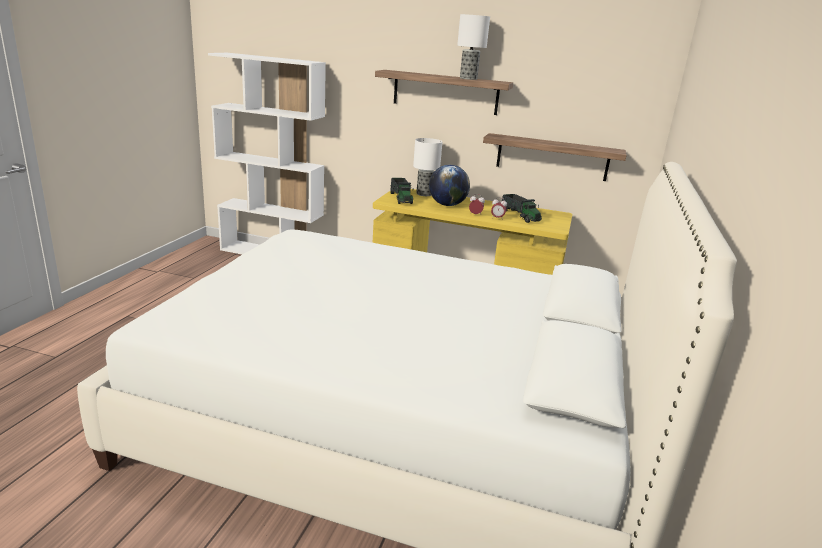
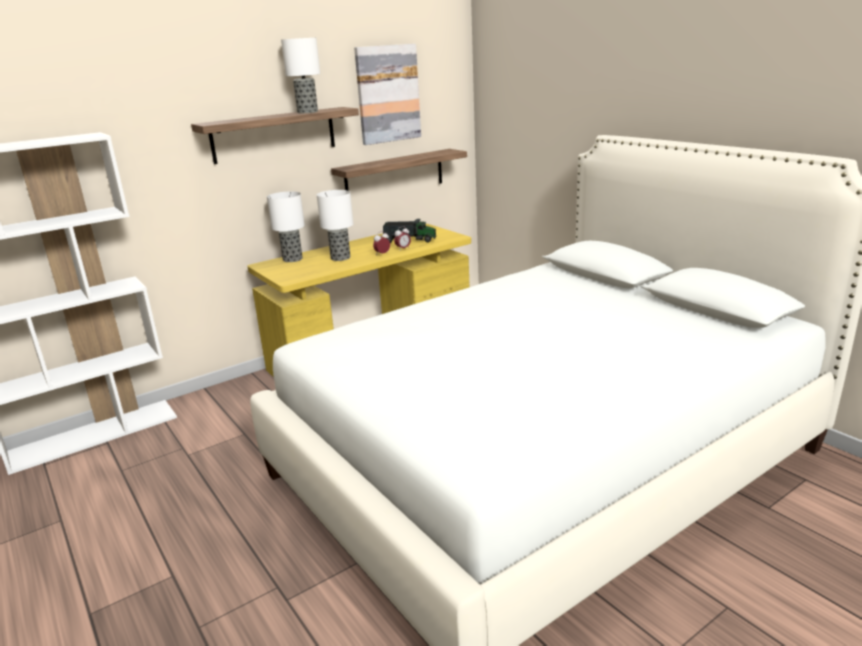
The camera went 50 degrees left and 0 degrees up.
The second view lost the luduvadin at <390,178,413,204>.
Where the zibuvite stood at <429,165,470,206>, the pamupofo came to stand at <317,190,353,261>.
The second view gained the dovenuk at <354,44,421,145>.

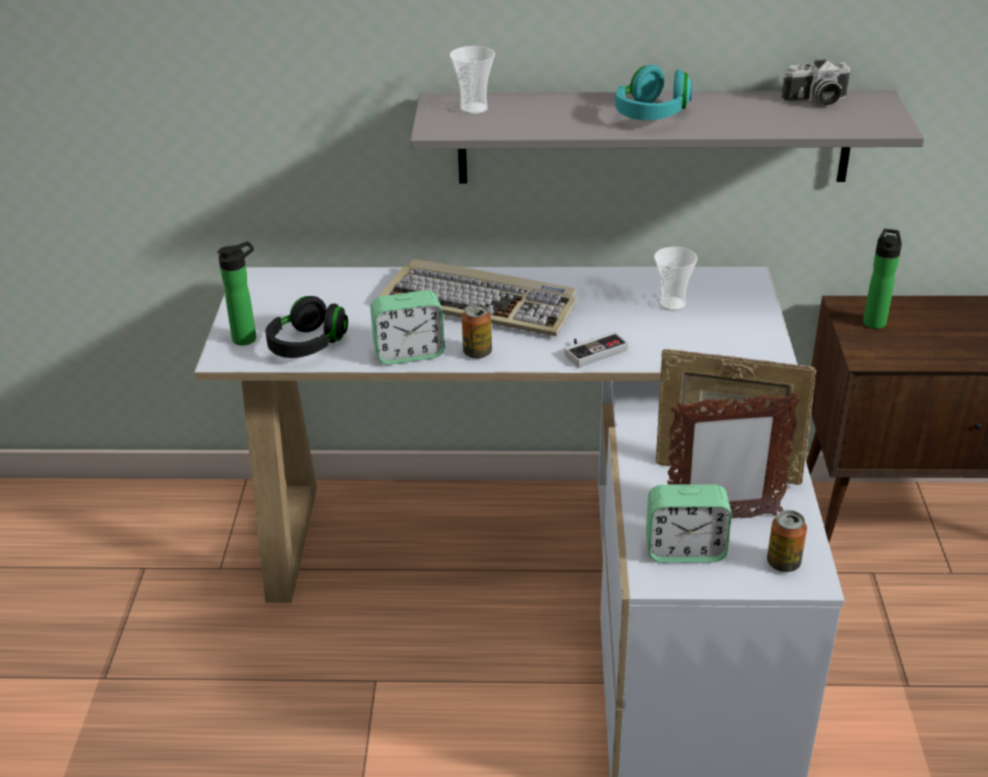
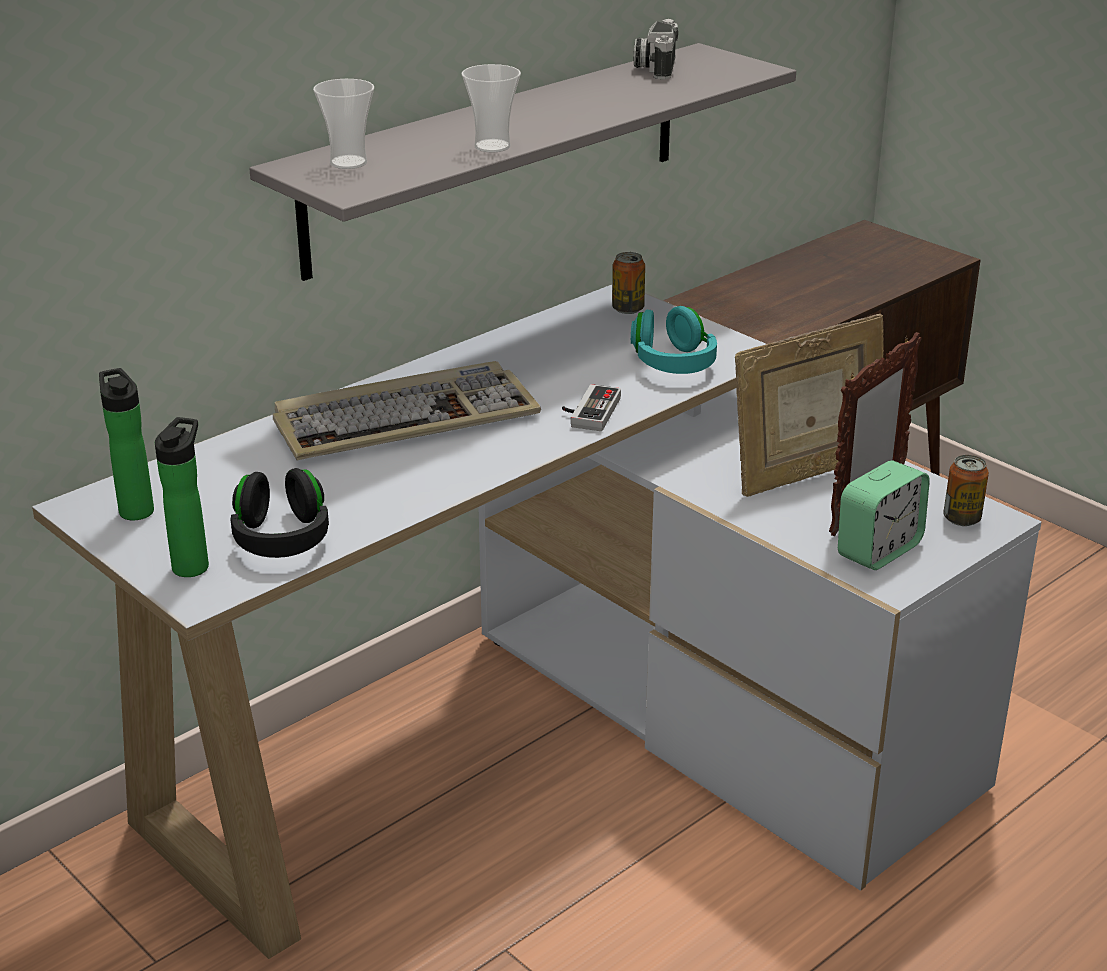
The camera went 45 degrees left and 5 degrees down.
The second view lost the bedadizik at <370,290,445,365>.
The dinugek ended up elsewhere, having gone from <462,304,492,359> to <612,252,645,314>.
The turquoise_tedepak ended up elsewhere, having gone from <615,65,692,120> to <631,306,717,374>.
The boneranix ended up elsewhere, having gone from <654,247,697,311> to <462,64,521,153>.
The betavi at <781,59,850,105> ended up facing another way, 150 degrees clockwise from before.
The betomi ended up elsewhere, having gone from <863,229,902,329> to <99,368,154,520>.

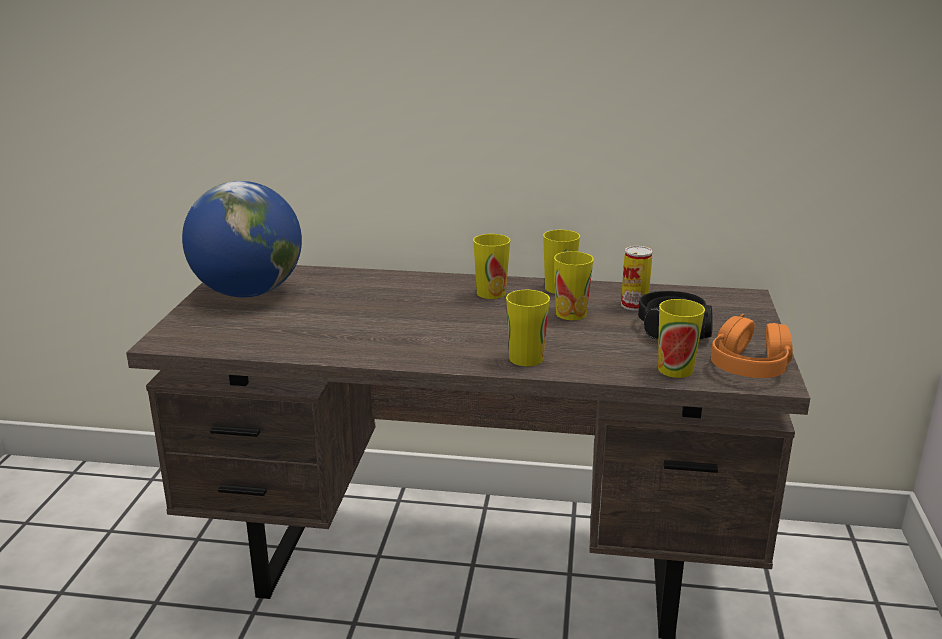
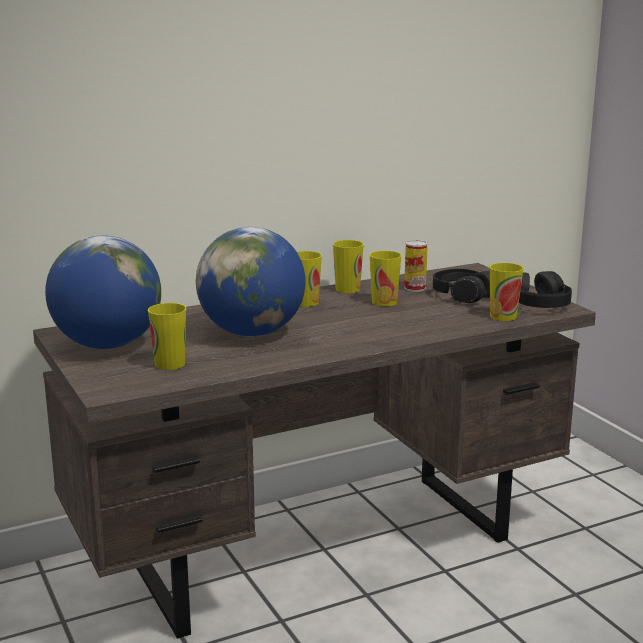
The camera went 35 degrees left and 5 degrees down.
The boneranix ended up elsewhere, having gone from <506,290,550,366> to <148,303,186,370>.
What was the orange_tedepak at <711,314,793,378> turned into the black_tedepak at <519,271,572,308>.
The second view gained the zibuvite at <196,227,306,336>.

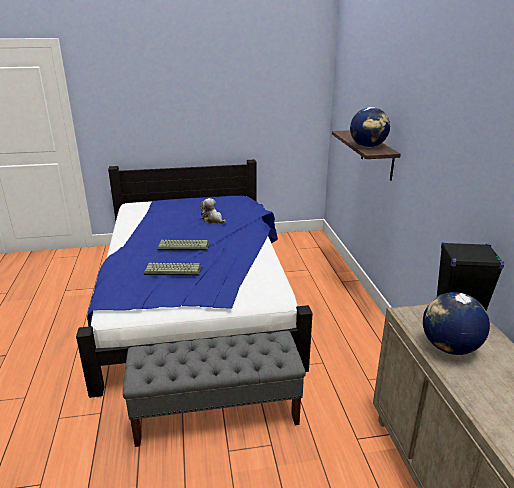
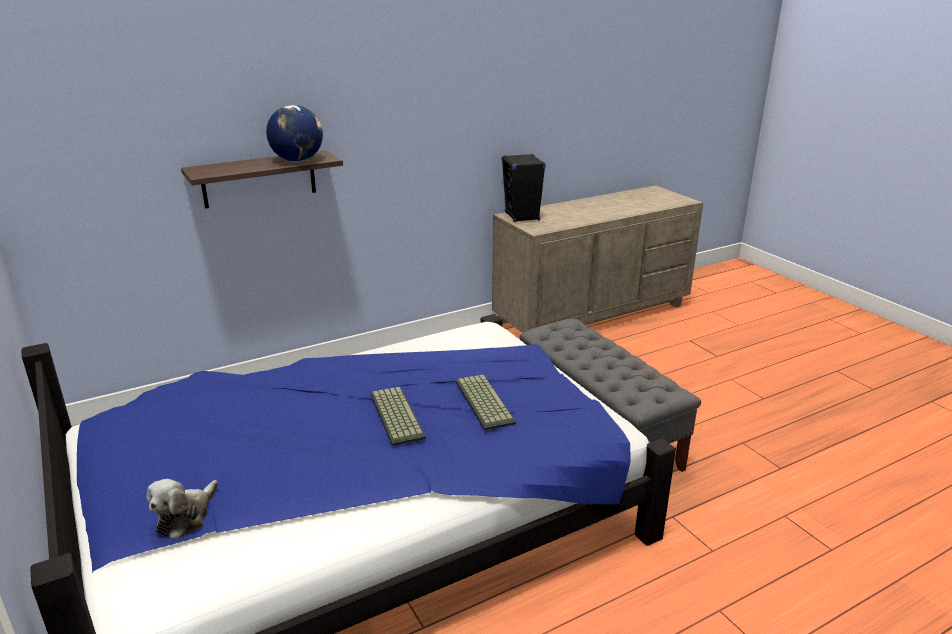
The camera went 110 degrees left and 0 degrees up.
The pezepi ended up elsewhere, having gone from <200,198,226,224> to <146,479,218,540>.
The second view lost the zibuvite at <423,292,490,355>.

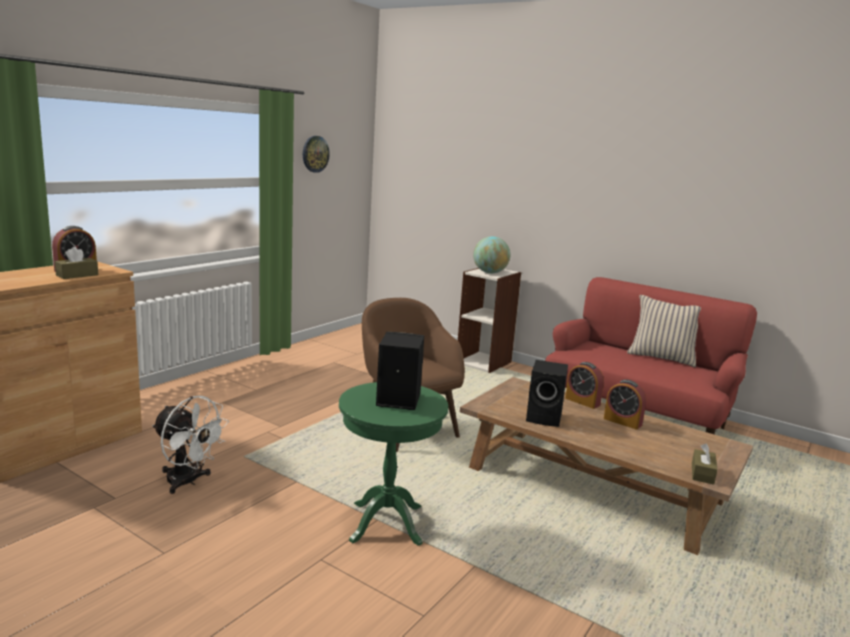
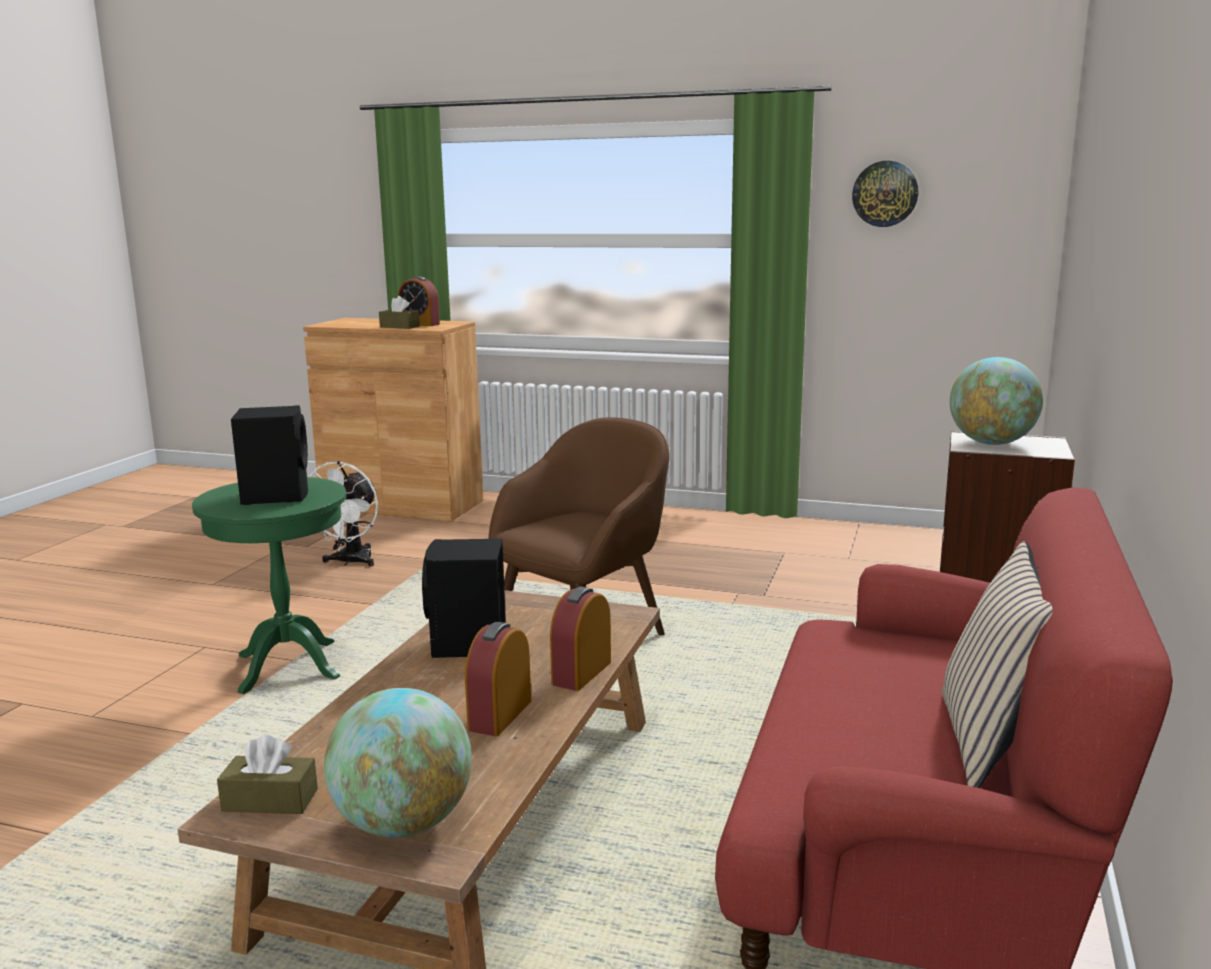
The camera went 75 degrees right and 0 degrees up.
The second view gained the zibuvite at <324,688,472,838>.

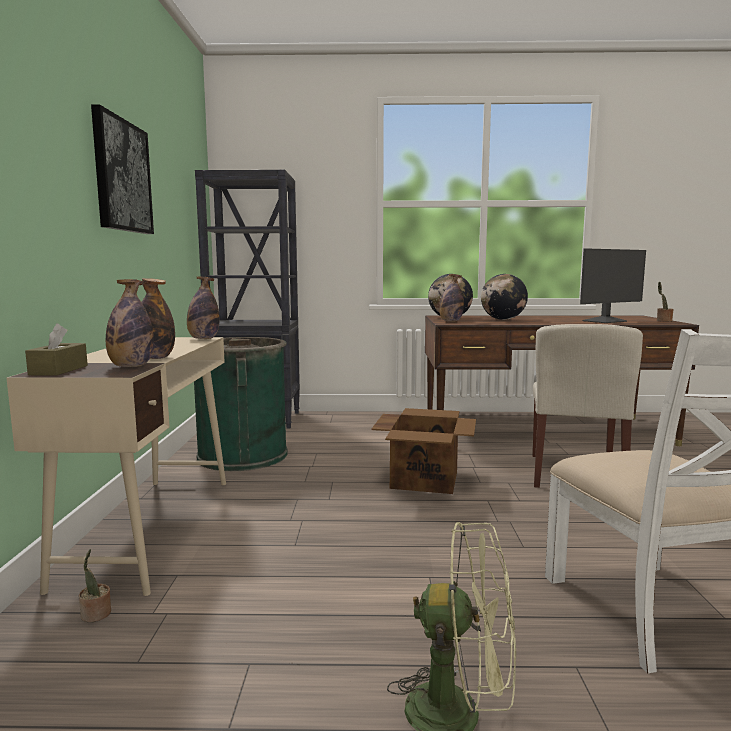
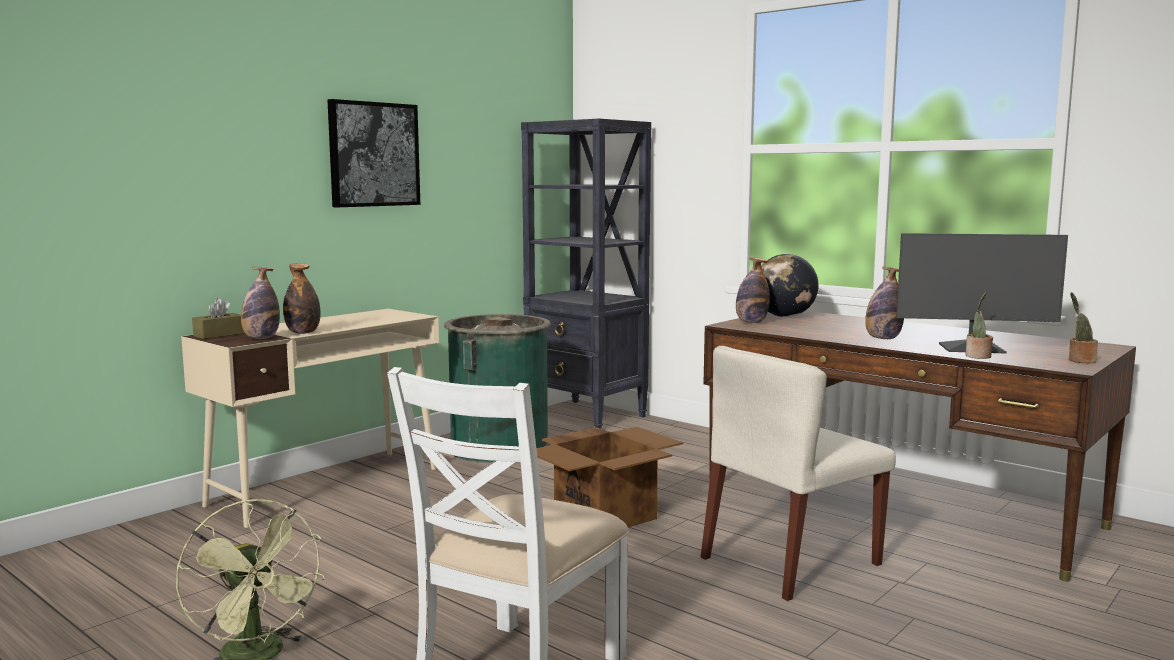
The camera went 40 degrees right and 0 degrees up.
The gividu ended up elsewhere, having gone from <79,549,111,622> to <965,292,993,359>.
The betomi ended up elsewhere, having gone from <187,276,219,339> to <865,267,904,339>.
The second view lost the zibuvite at <481,274,528,320>.

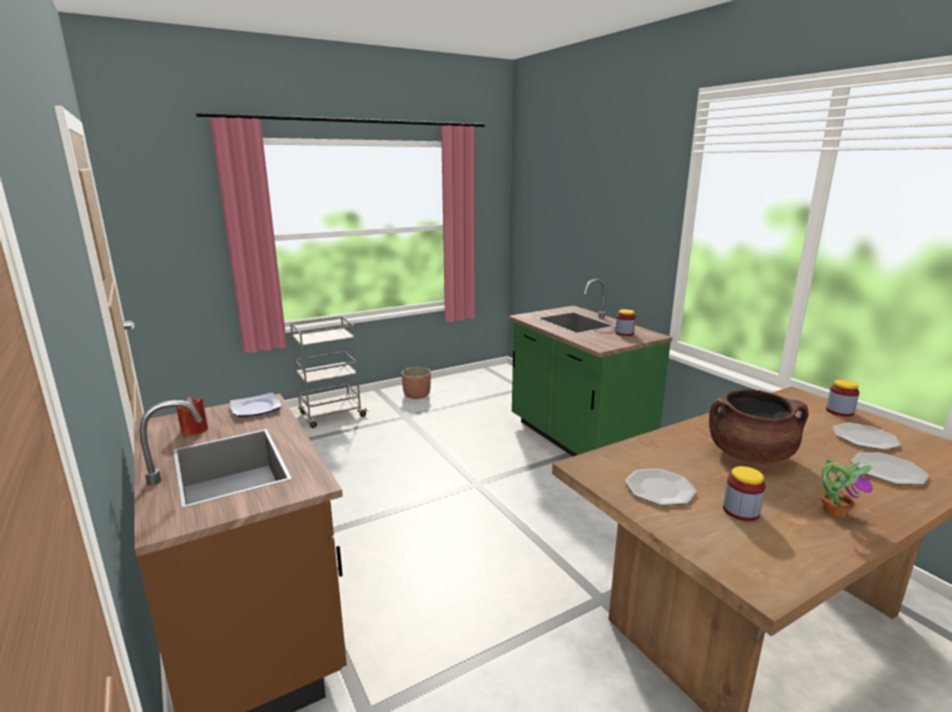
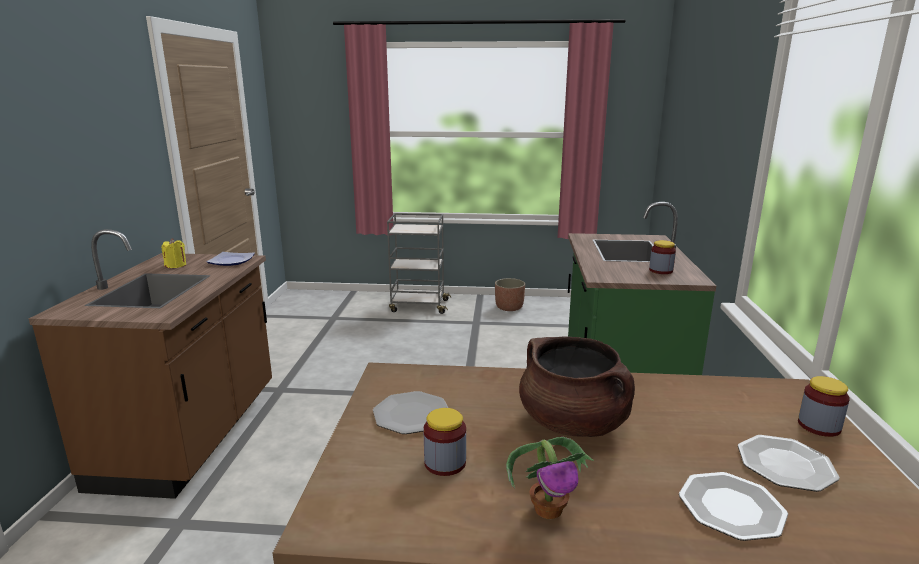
The camera went 35 degrees right and 0 degrees up.
What was the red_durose at <176,396,208,435> turned into the yellow_durose at <161,238,186,268>.

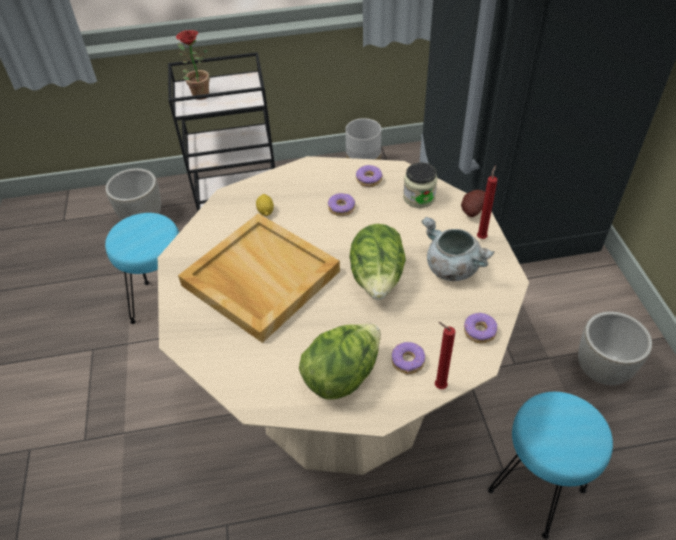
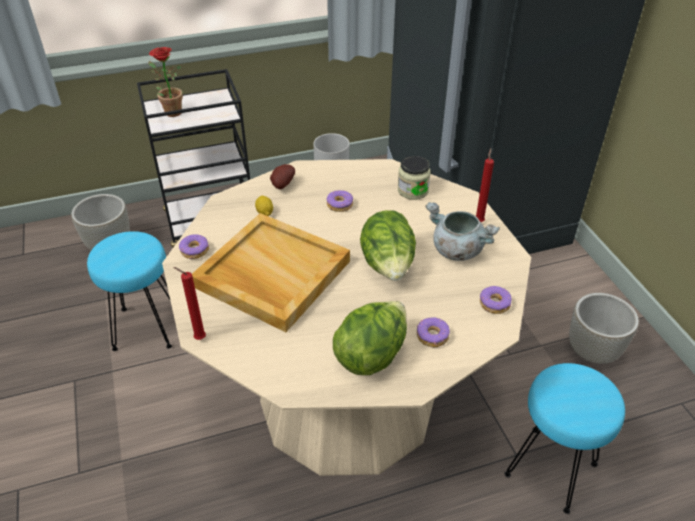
The camera went 10 degrees left and 5 degrees down.
The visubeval ended up elsewhere, having gone from <356,165,383,187> to <179,234,209,259>.
The red_durose ended up elsewhere, having gone from <435,322,455,389> to <173,267,206,340>.
The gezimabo ended up elsewhere, having gone from <461,190,485,217> to <270,164,295,189>.

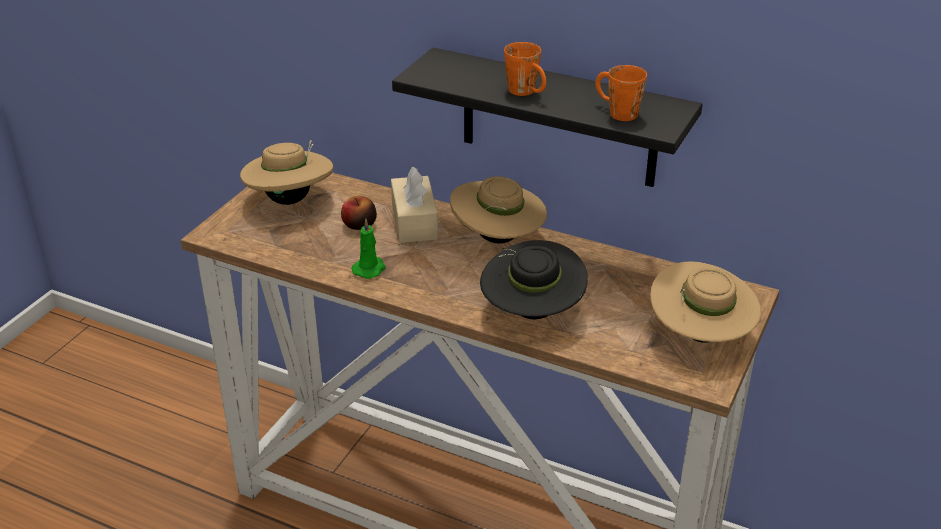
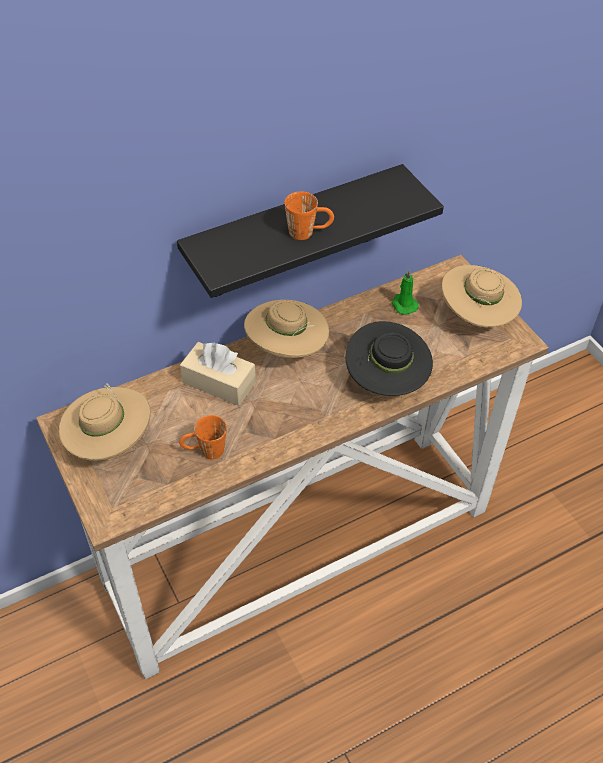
The camera went 55 degrees left and 15 degrees up.
The second view lost the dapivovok at <341,196,377,230>.
The green_durose ended up elsewhere, having gone from <352,219,386,279> to <392,269,419,315>.
The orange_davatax ended up elsewhere, having gone from <595,65,647,121> to <179,415,227,459>.

